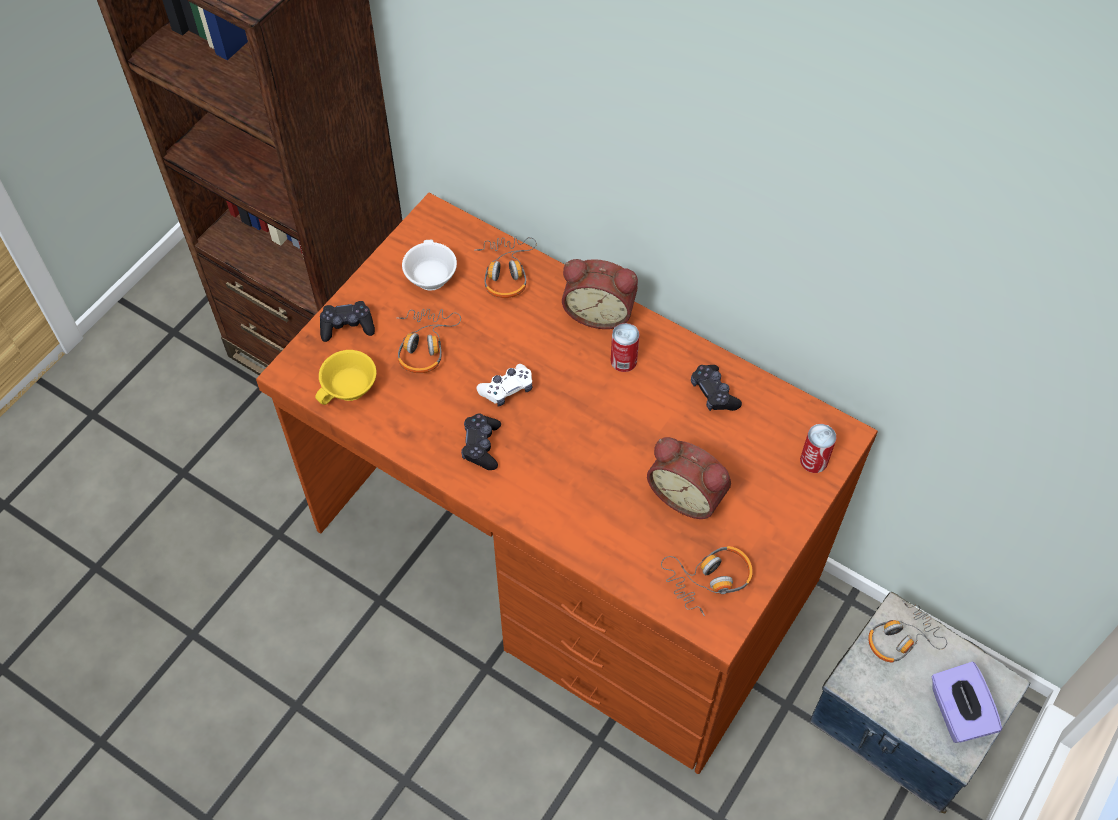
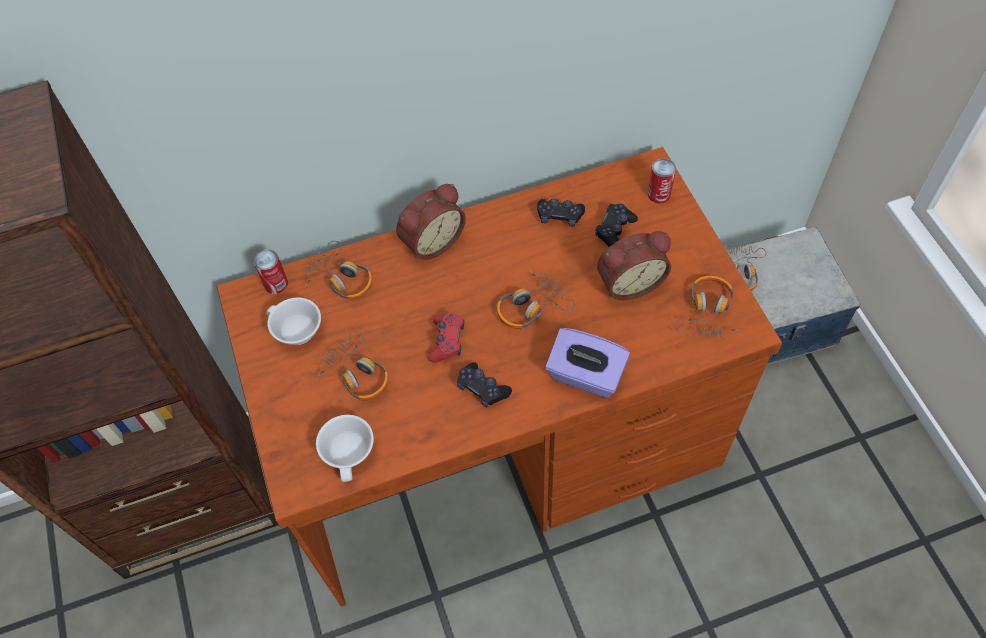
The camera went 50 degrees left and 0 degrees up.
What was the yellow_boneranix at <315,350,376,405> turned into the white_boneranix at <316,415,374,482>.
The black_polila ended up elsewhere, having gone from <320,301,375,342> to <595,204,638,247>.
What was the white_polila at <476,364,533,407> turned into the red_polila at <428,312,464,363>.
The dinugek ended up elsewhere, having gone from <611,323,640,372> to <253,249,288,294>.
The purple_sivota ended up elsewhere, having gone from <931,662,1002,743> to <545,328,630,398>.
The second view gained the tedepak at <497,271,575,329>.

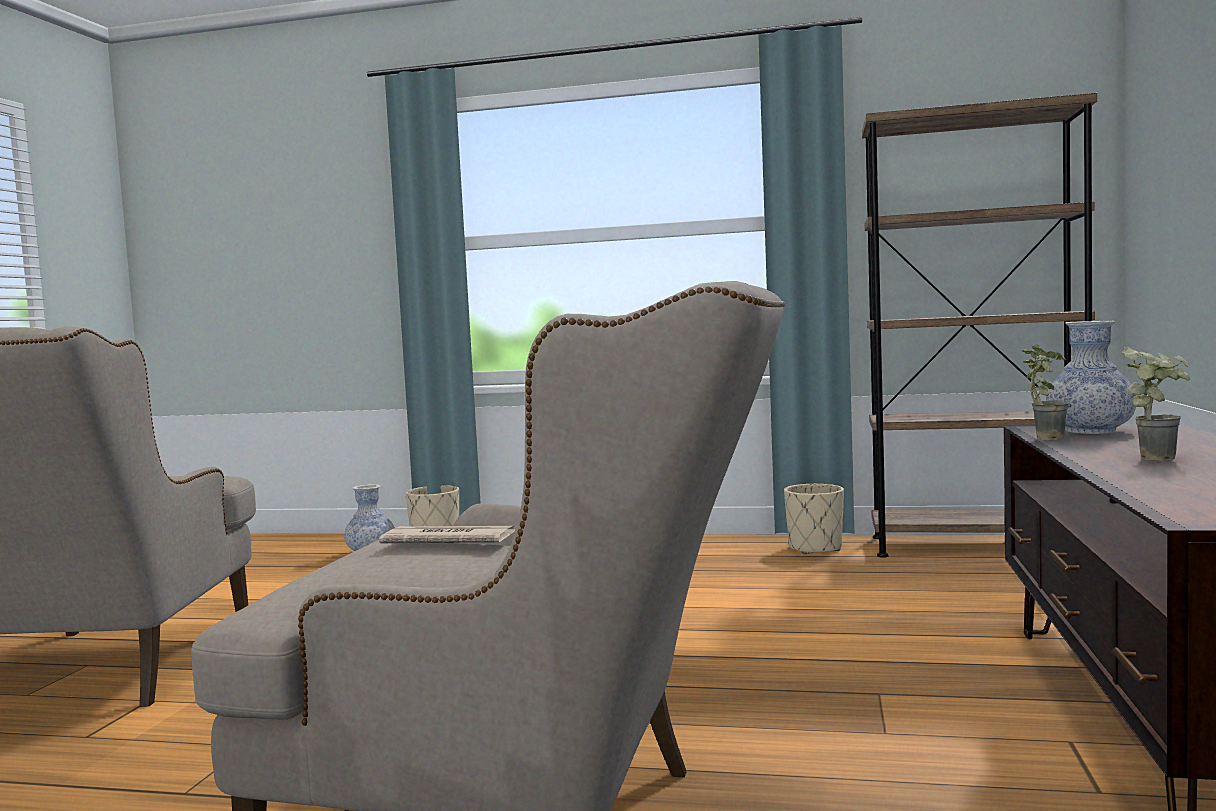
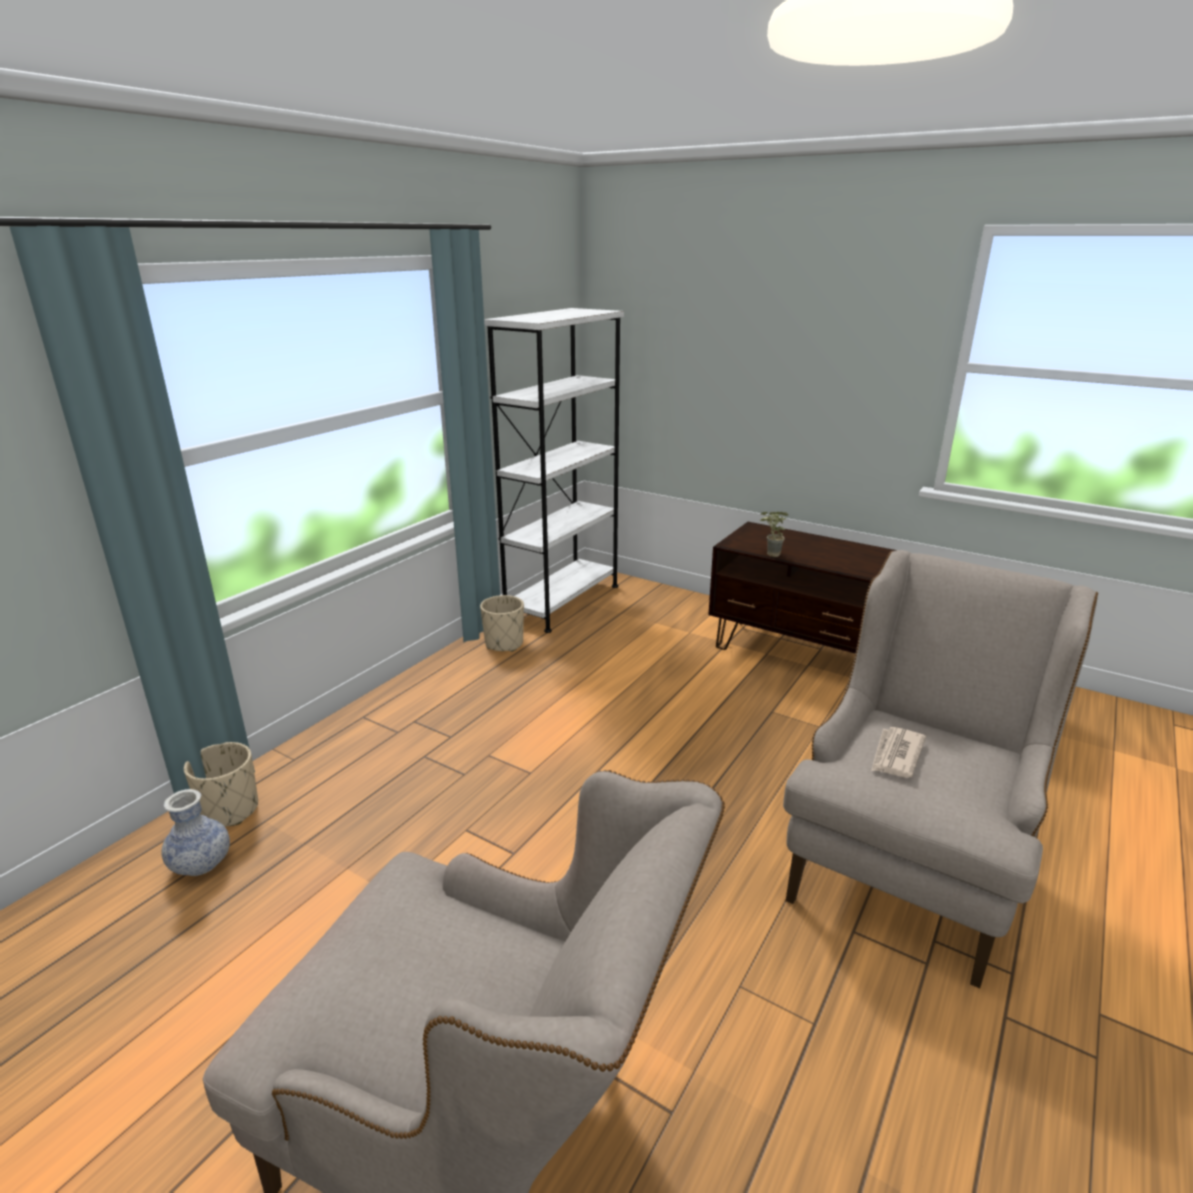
The camera went 70 degrees left and 20 degrees up.
What was the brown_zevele at <862,93,1097,558> turned into the white_zevele at <484,308,624,633>.
The second view lost the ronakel at <1046,320,1136,434>.
The second view lost the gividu at <1122,347,1191,461>.

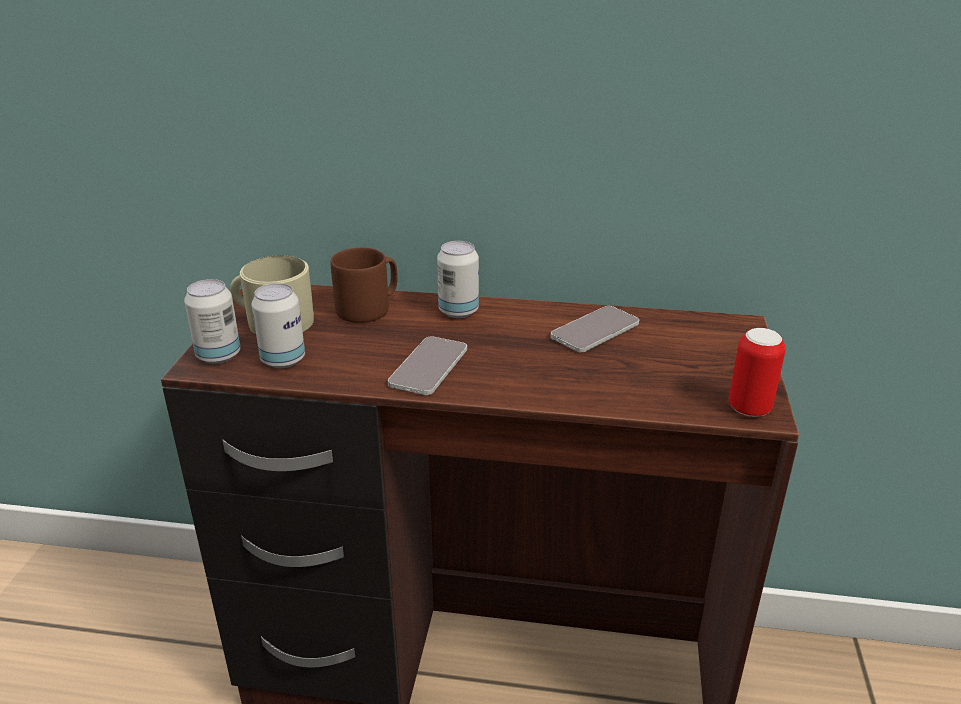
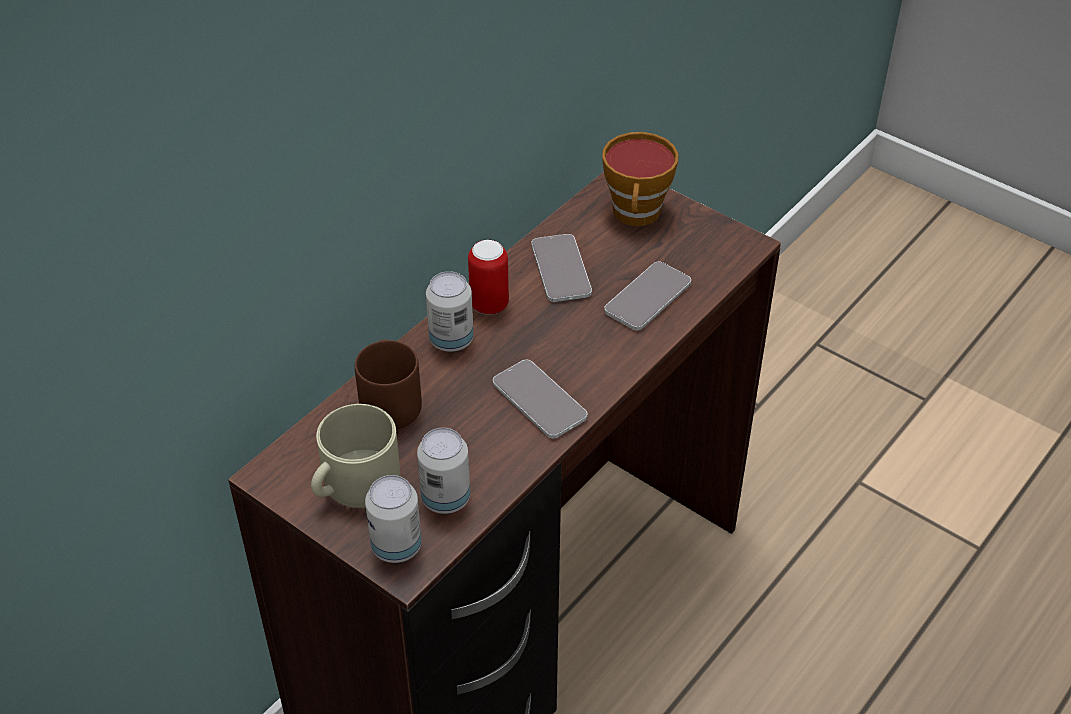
The camera went 60 degrees left and 15 degrees up.
The dinugek ended up elsewhere, having gone from <729,328,785,417> to <468,240,509,315>.
The second view gained the boneranix at <602,132,678,226>.
The second view gained the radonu at <604,262,691,331>.

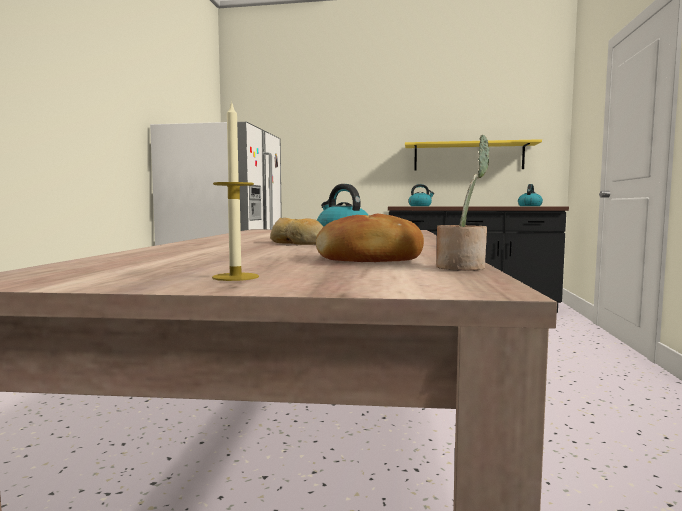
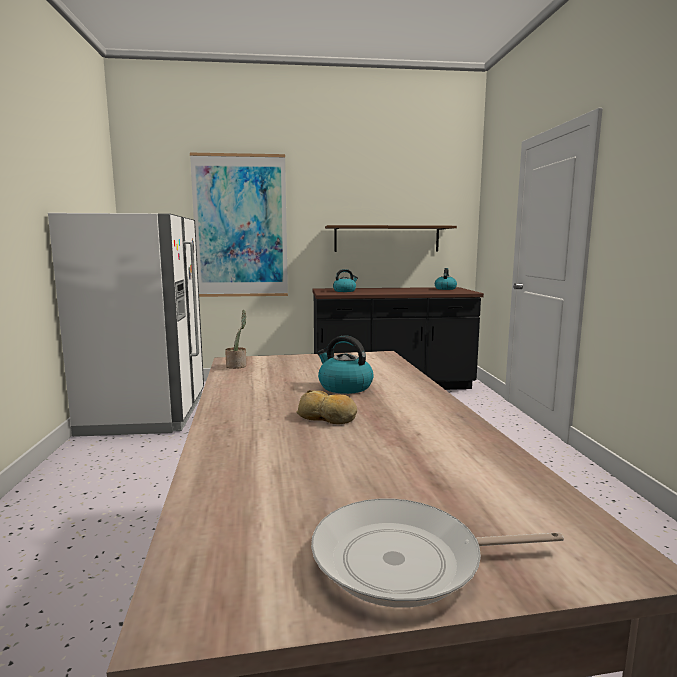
The camera went 15 degrees left and 5 degrees up.
Where the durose stood at <212,101,259,281>, the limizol came to stand at <311,499,564,608>.
The second view lost the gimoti at <316,214,424,262>.
What was the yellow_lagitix at <405,139,542,171> turned into the brown_lagitix at <325,225,457,252>.
The gividu ended up elsewhere, having gone from <436,135,490,271> to <225,310,246,369>.
The second view gained the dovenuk at <190,153,288,297>.

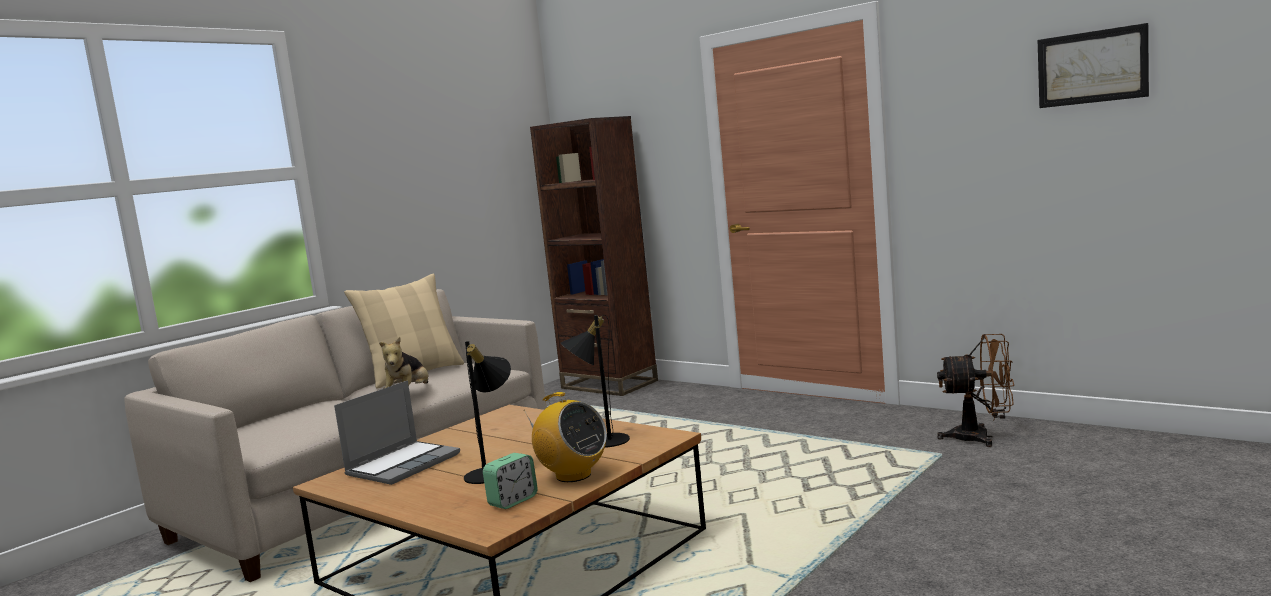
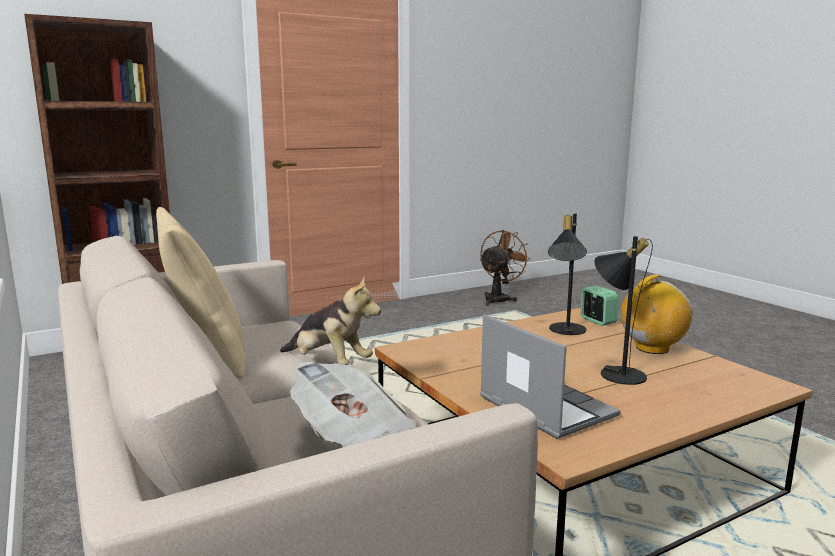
The camera went 70 degrees left and 5 degrees up.
The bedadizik ended up elsewhere, having gone from <483,453,538,509> to <581,286,618,326>.
The second view lost the dovenuk at <1038,23,1149,108>.
The second view gained the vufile at <290,361,416,447>.

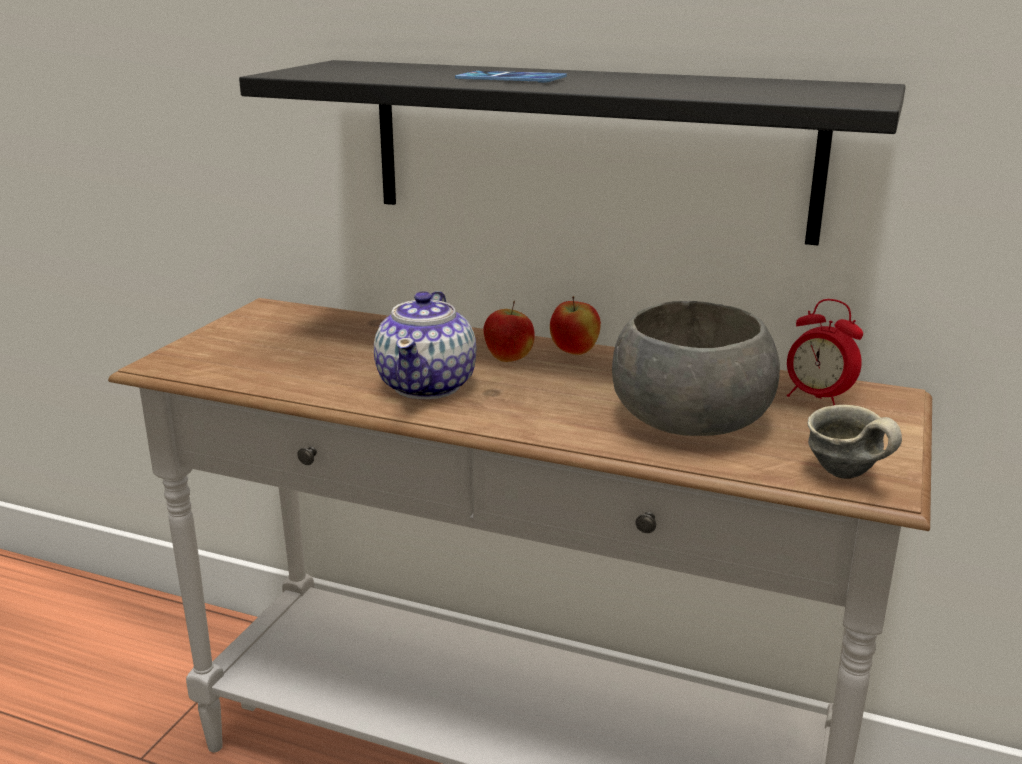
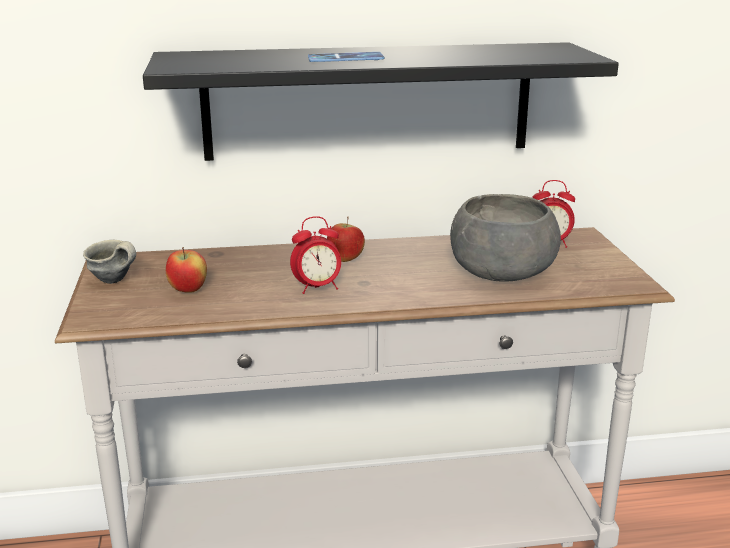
The camera went 30 degrees left and 0 degrees up.
Where the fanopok stood at <374,291,476,399>, the bedadizik came to stand at <290,216,341,294>.
The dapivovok ended up elsewhere, having gone from <550,296,601,355> to <166,247,207,293>.
The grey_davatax ended up elsewhere, having gone from <808,405,902,479> to <83,240,136,284>.

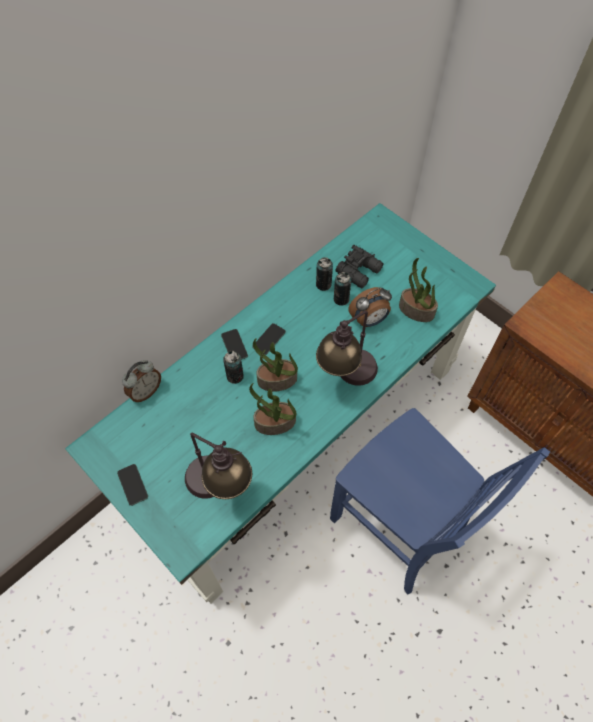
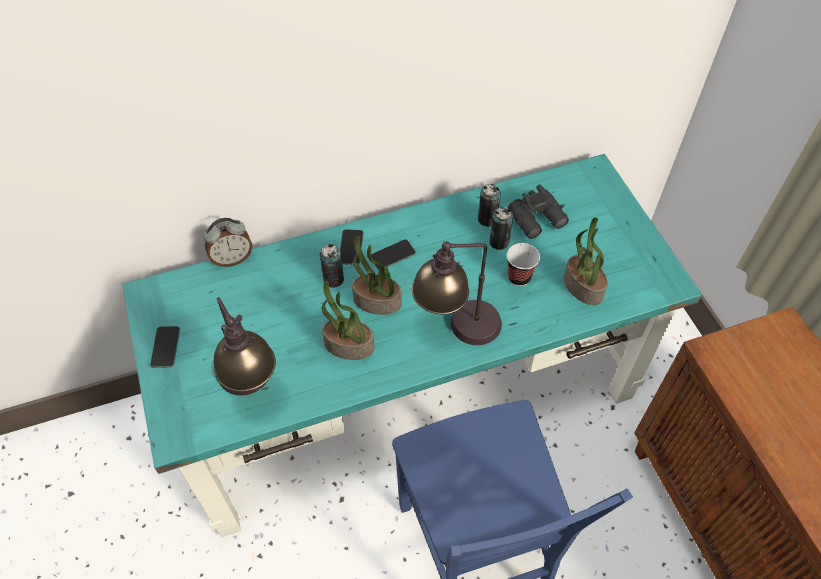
The camera went 25 degrees right and 5 degrees down.
Where the bedadizik stood at <348,287,392,327>, the boneranix came to stand at <507,243,540,286>.

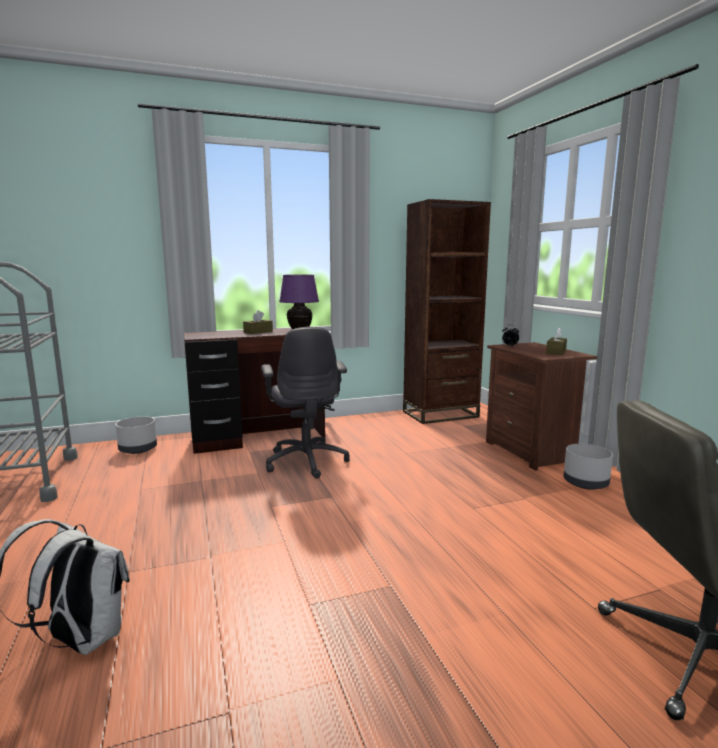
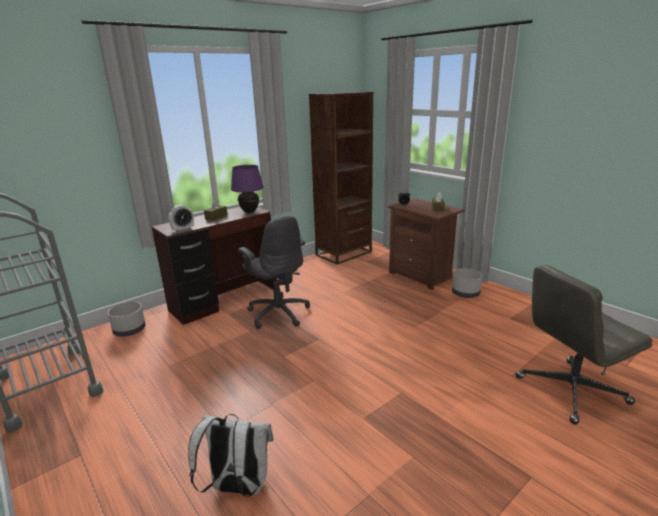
The camera went 20 degrees left and 10 degrees up.
The second view gained the bedadizik at <168,205,194,232>.

